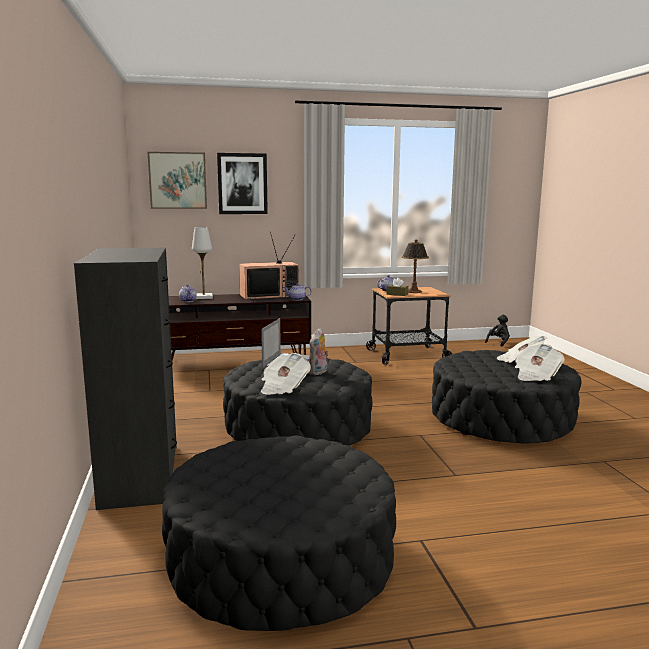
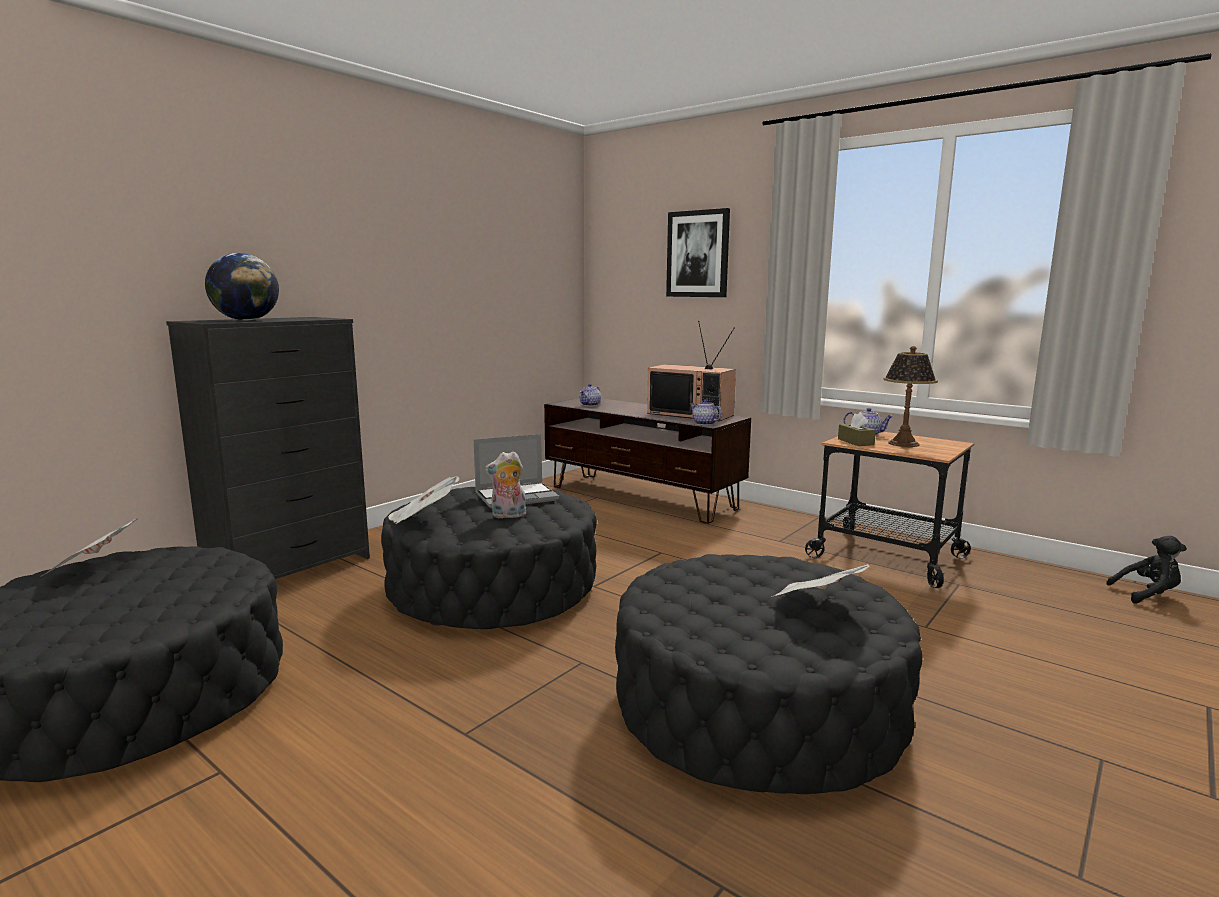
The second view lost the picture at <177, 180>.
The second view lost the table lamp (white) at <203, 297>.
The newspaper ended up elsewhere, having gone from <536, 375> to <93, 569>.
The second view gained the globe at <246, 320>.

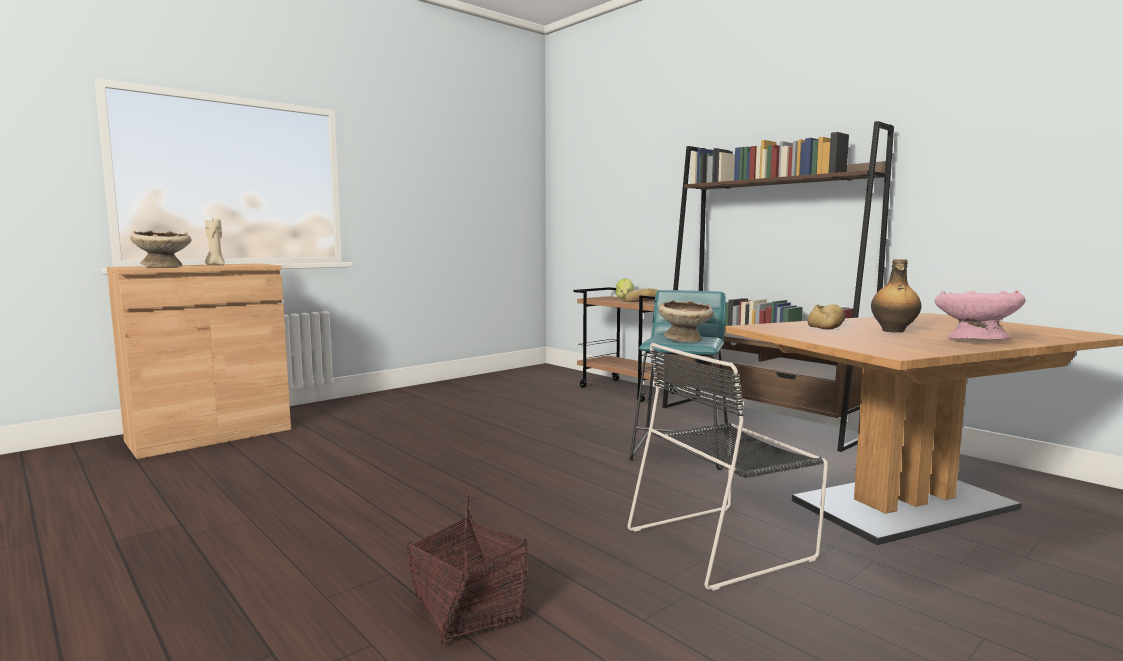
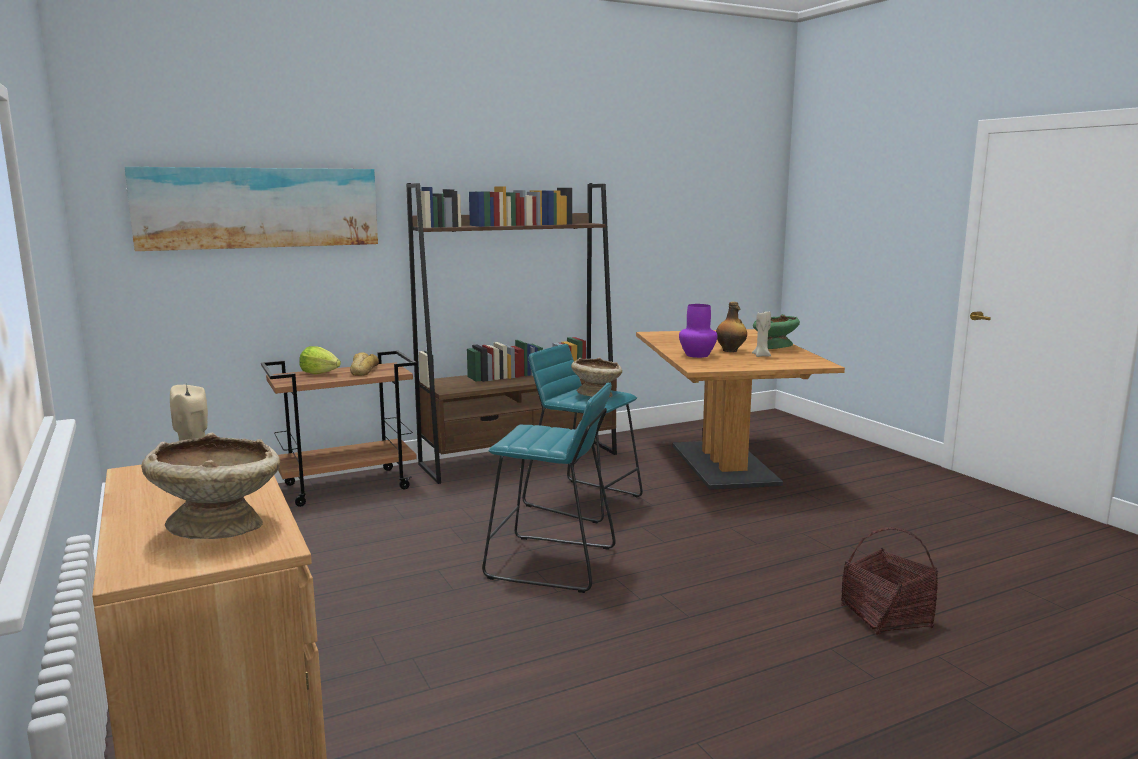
What was the bowl (pink) at <974, 340> turned into the bowl (green) at <774, 347>.
Where the bread stood at <829, 325>, the vase (purple) came to stand at <697, 355>.
The second view lost the chair (black) at <724, 543>.
The second view gained the picture at <259, 207>.
The second view gained the candle (beige) at <761, 356>.
The second view gained the stool (turquoise) at <551, 563>.

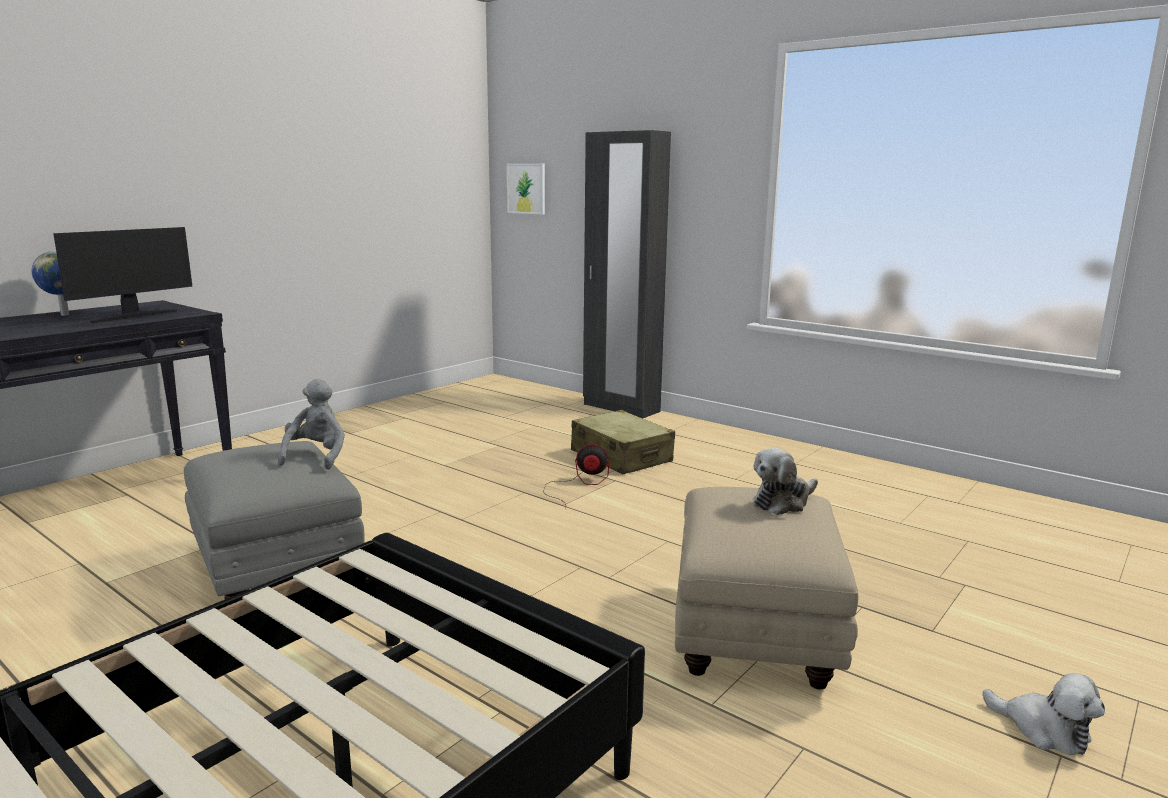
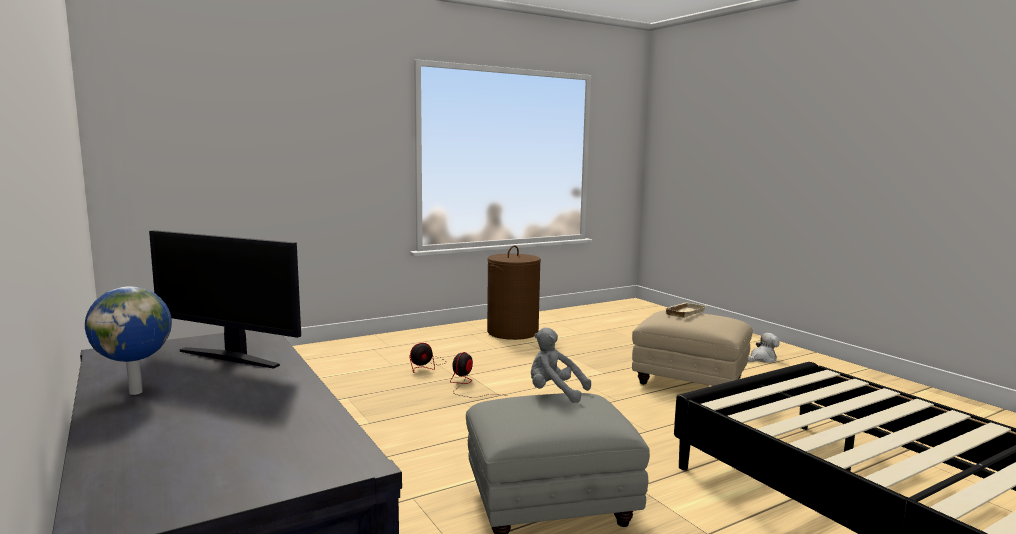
The second view lost the wardrobe (black) at <620, 408>.
The second view lost the picture at <526, 188>.
The monitor at <133, 316> ended up facing another way, 150 degrees clockwise from before.
Where the suitcase (beige) stood at <621, 457>, the fan came to stand at <425, 366>.
Where the plush toy stood at <783, 502>, the tray (beige) came to stand at <683, 312>.
The second view gained the laundry basket (brown) at <512, 332>.

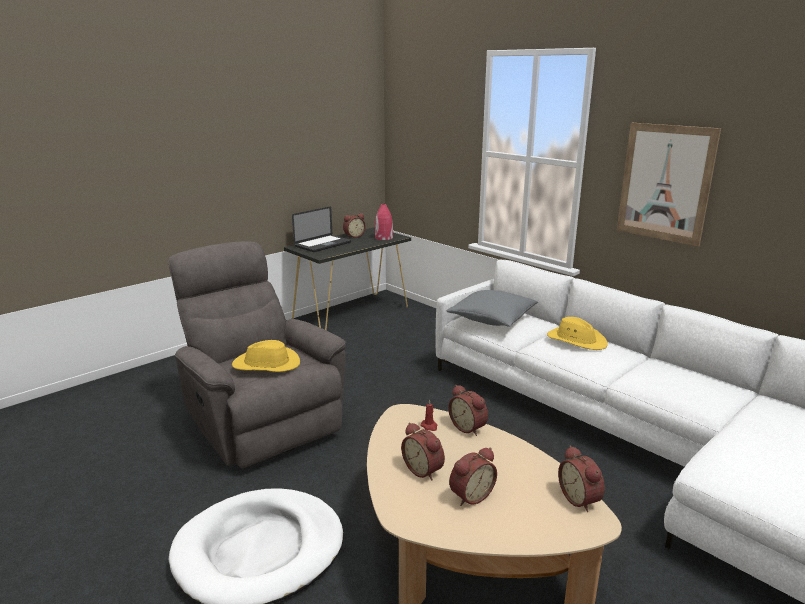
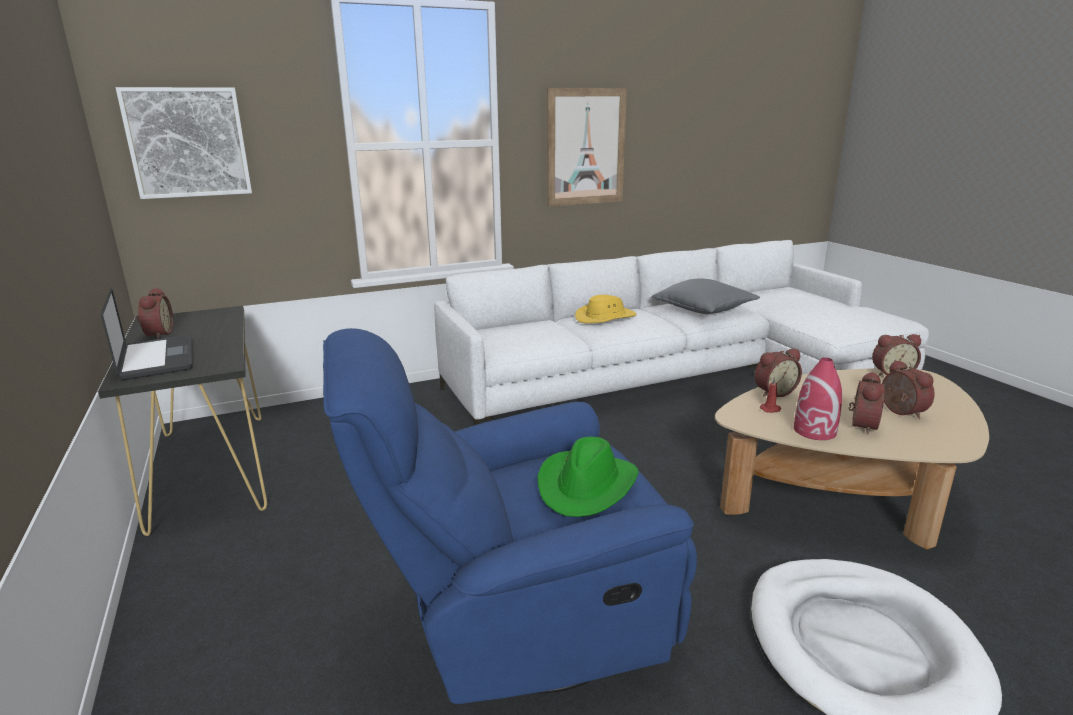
The vase (red) ended up elsewhere, having gone from <383, 238> to <815, 431>.
What was the armchair (grey) at <260, 421> turned into the armchair (blue) at <518, 618>.
The pillow (grey) ended up elsewhere, having gone from <492, 319> to <704, 309>.
What was the hat (yellow) at <266, 365> turned into the hat (green) at <587, 486>.
The alarm clock at <424, 470> ended up facing another way, 45 degrees counterclockwise from before.
The second view gained the picture at <188, 143>.

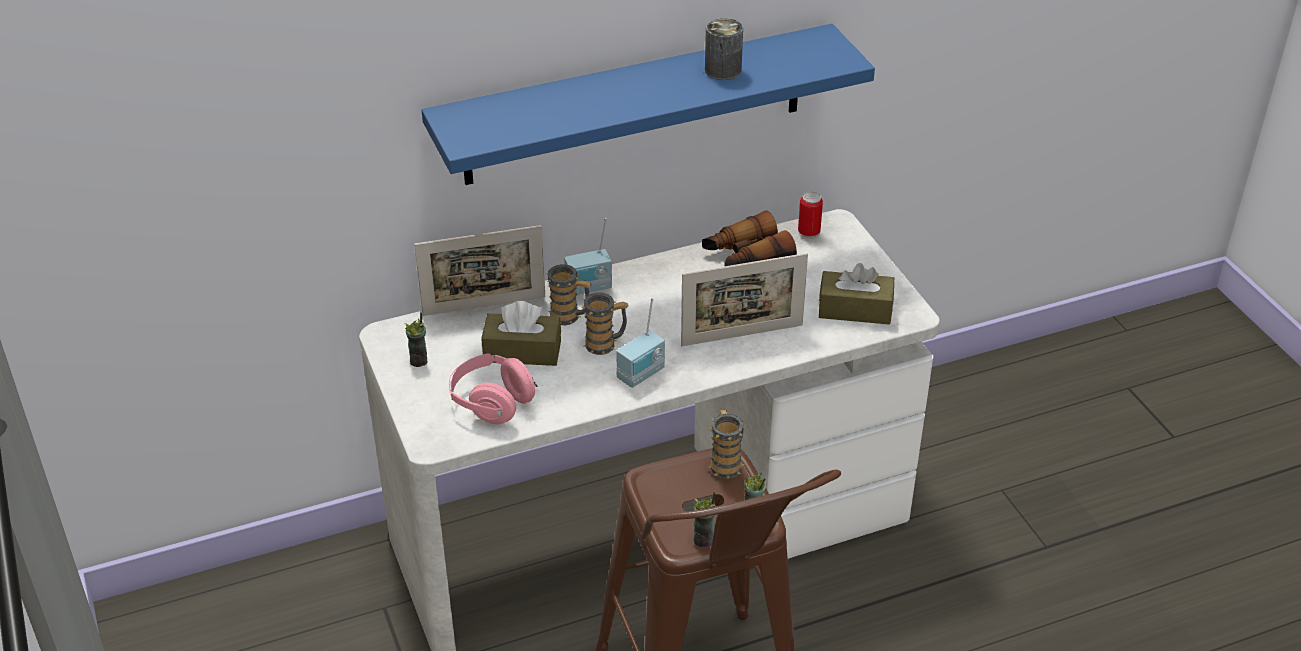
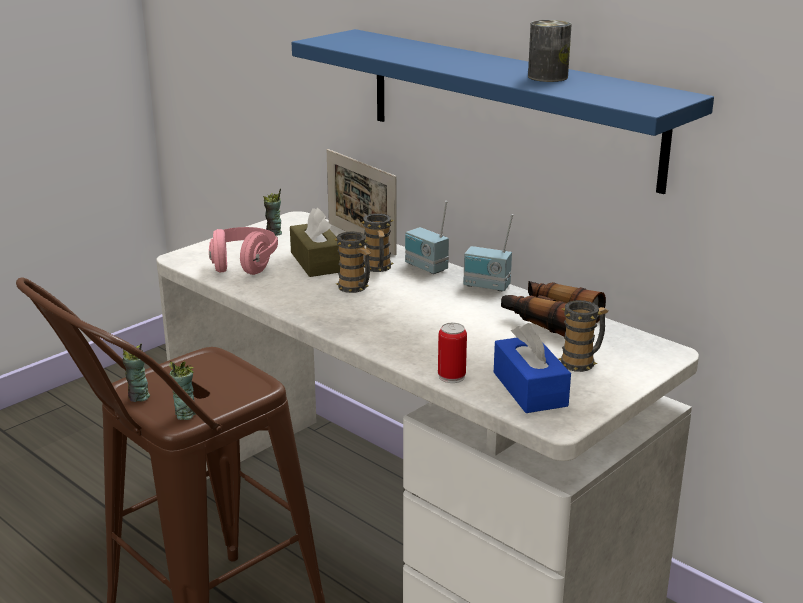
The can ended up elsewhere, having gone from <809, 232> to <451, 376>.
The second view lost the picture frame at <742, 335>.
What was the tissue box (brown) at <855, 309> turned into the tissue box (blue) at <529, 389>.
The radio ended up elsewhere, having gone from <642, 375> to <486, 286>.
The mug ended up elsewhere, having gone from <725, 463> to <582, 362>.

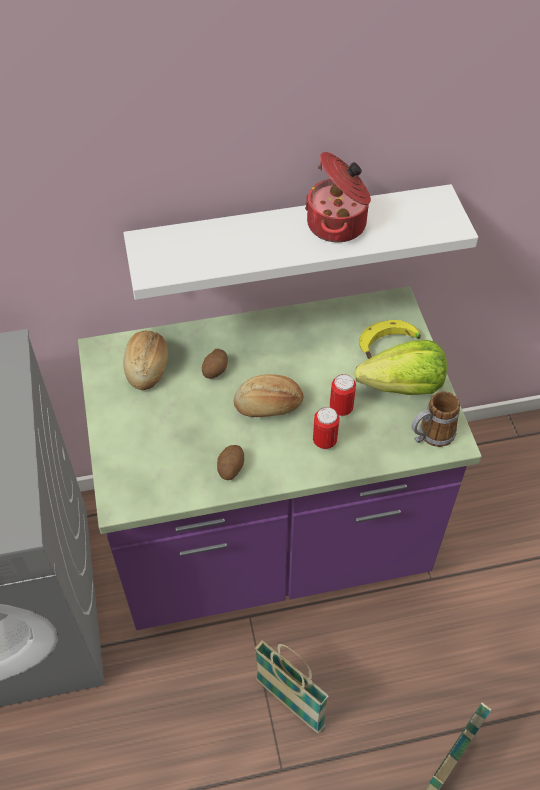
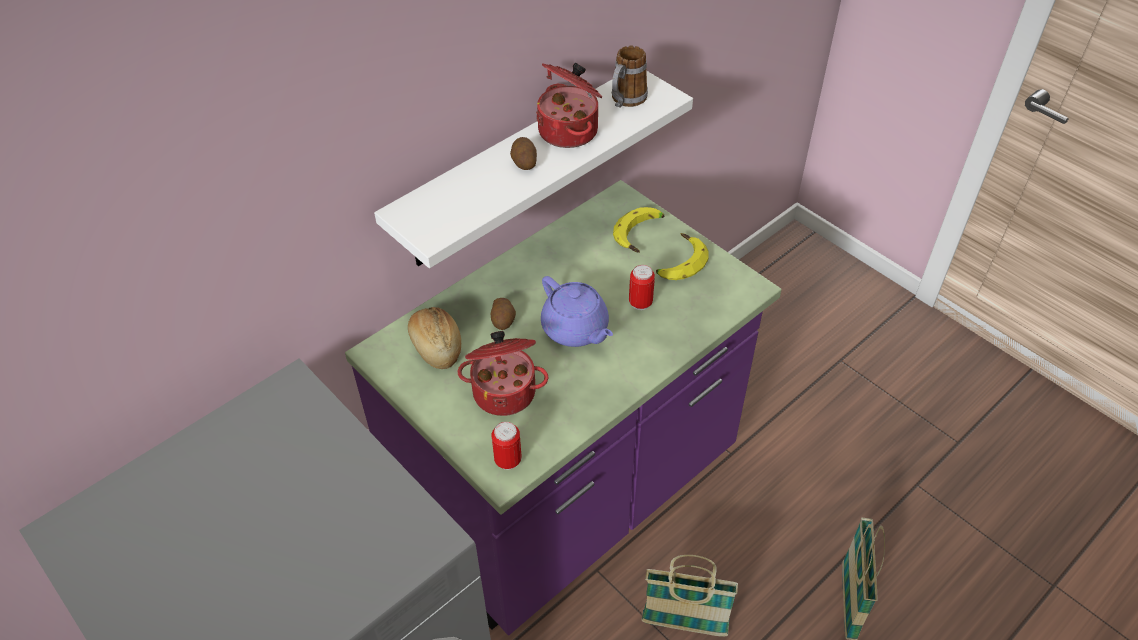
Where the lettuce stood at <403, 387>, the banana came to stand at <678, 262>.
Where the bread stood at <268, 406>, the teapot (purple) came to stand at <576, 329>.
The mug ended up elsewhere, having gone from <430, 436> to <625, 101>.
The can ended up elsewhere, having gone from <324, 441> to <508, 460>.
The potato ended up elsewhere, having gone from <230, 467> to <524, 162>.
The second view gained the cooking pot at <504, 391>.

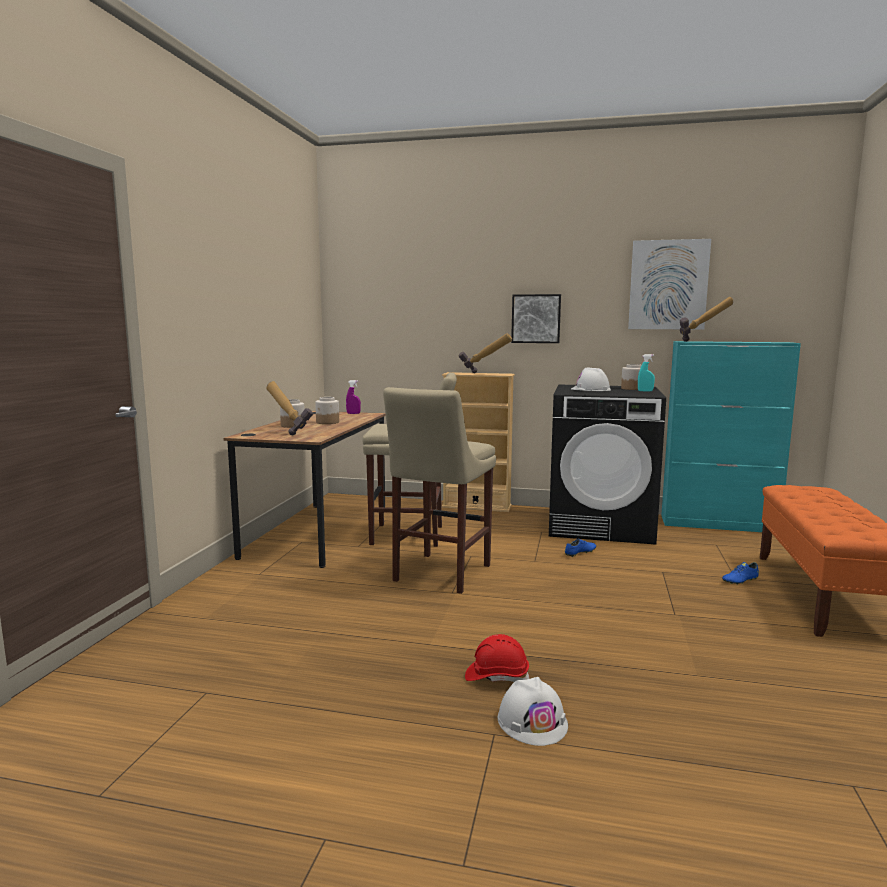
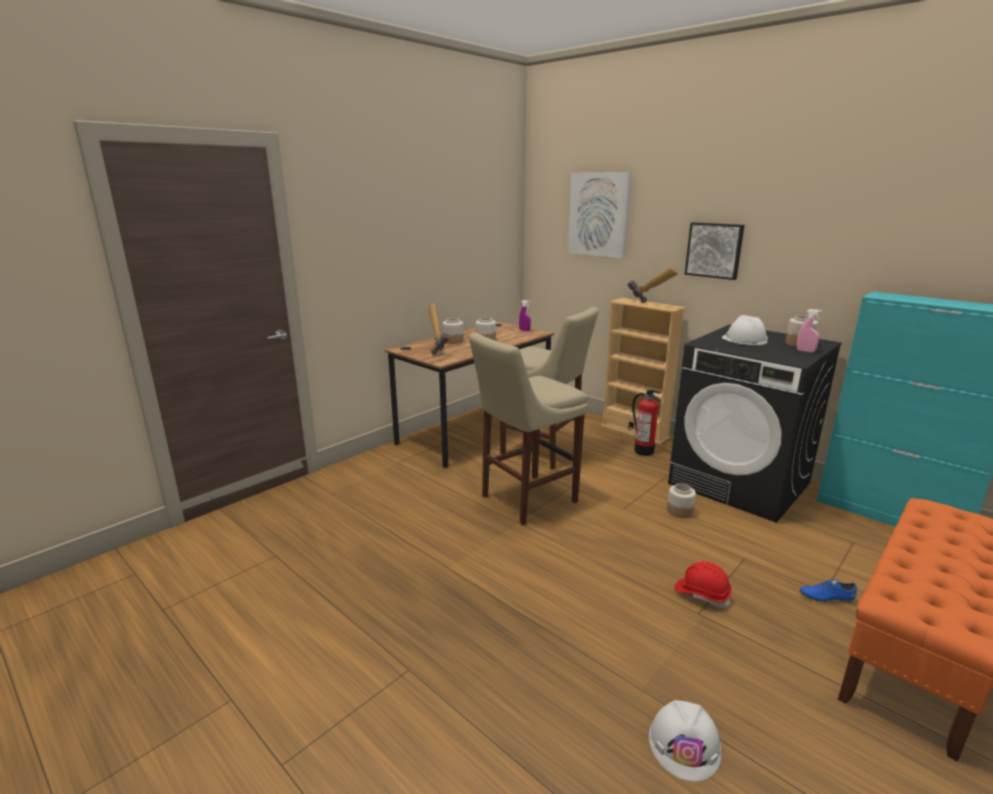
The picture ended up elsewhere, having gone from <668, 285> to <599, 214>.
The second view lost the hammer at <704, 341>.
What was the spray bottle (turquoise) at <645, 391> turned into the spray bottle (pink) at <805, 351>.
Where the shoe (blue) stood at <580, 553>, the jar came to stand at <679, 511>.
The hard hat (red) ended up elsewhere, having gone from <496, 676> to <702, 594>.
The hard hat (white) ended up elsewhere, having gone from <532, 721> to <684, 744>.
The second view gained the fire extinguisher at <644, 451>.

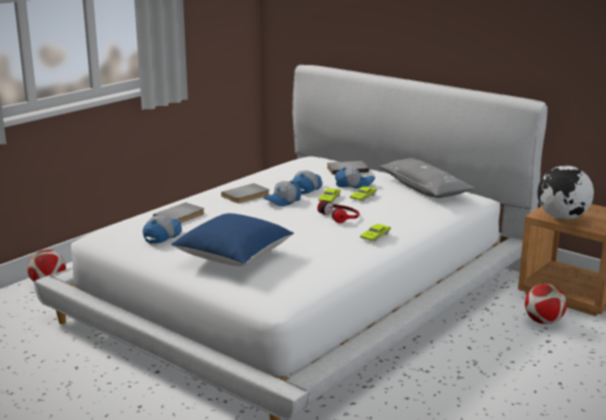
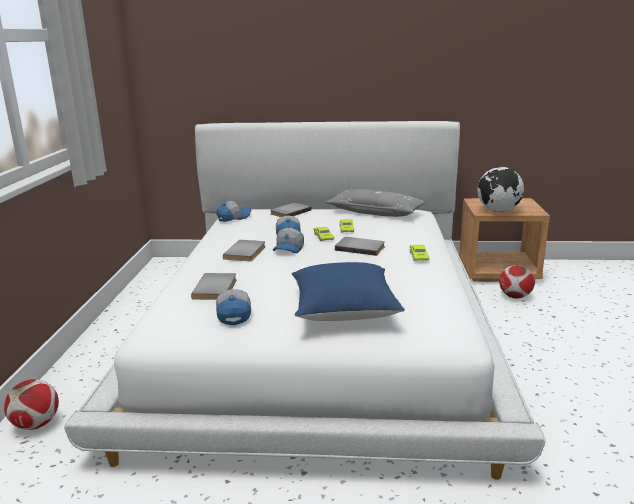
The cap ended up elsewhere, having gone from <354, 185> to <233, 217>.
Where the headphones stood at <340, 215>, the book (grey) came to stand at <360, 247>.

